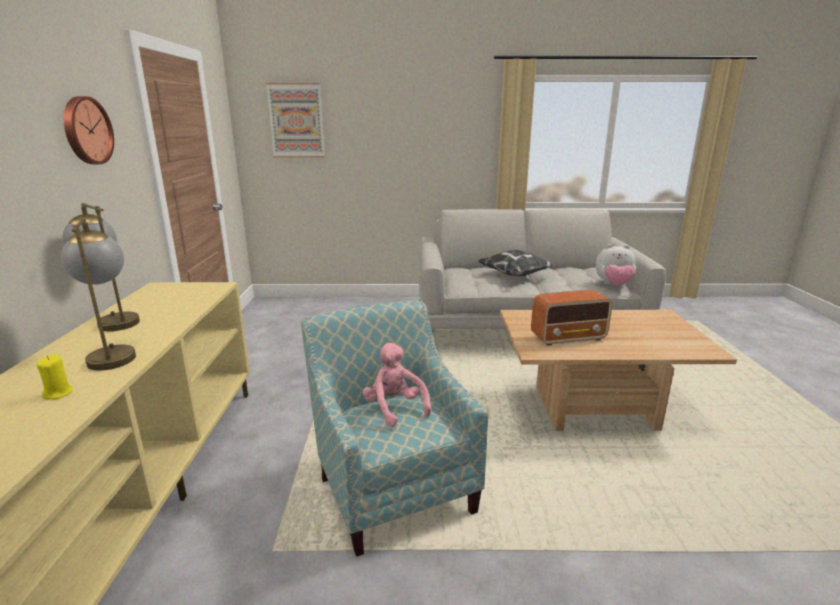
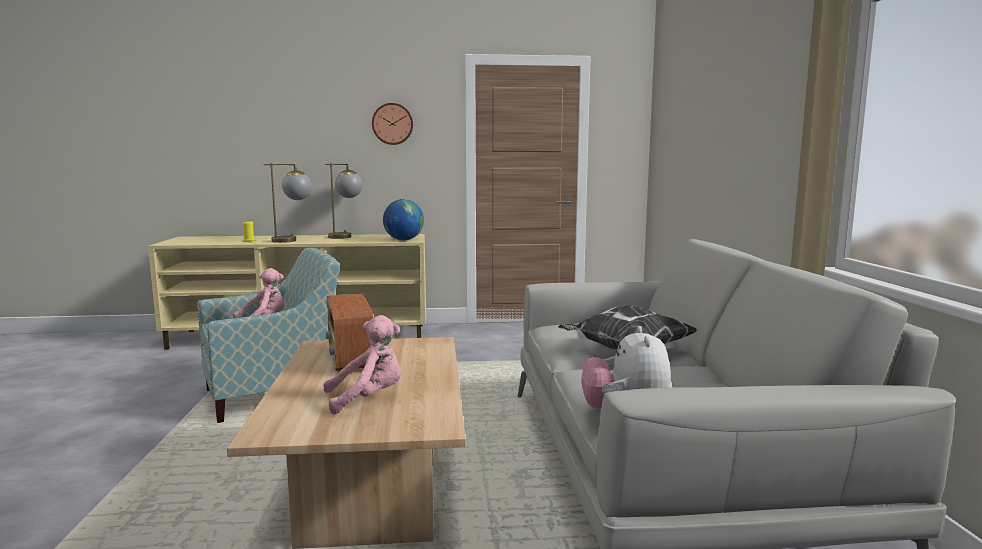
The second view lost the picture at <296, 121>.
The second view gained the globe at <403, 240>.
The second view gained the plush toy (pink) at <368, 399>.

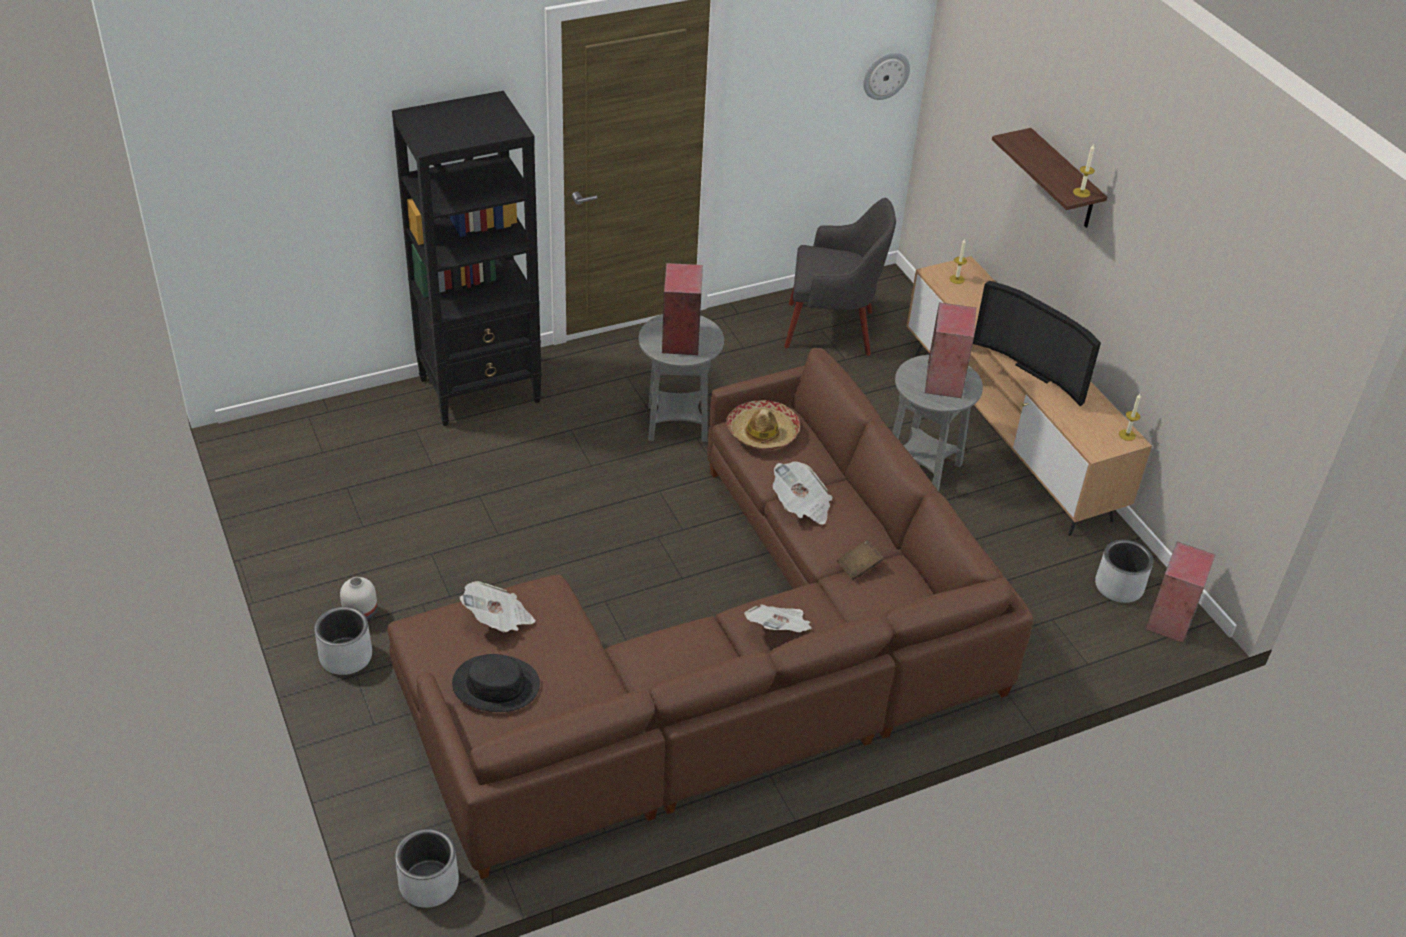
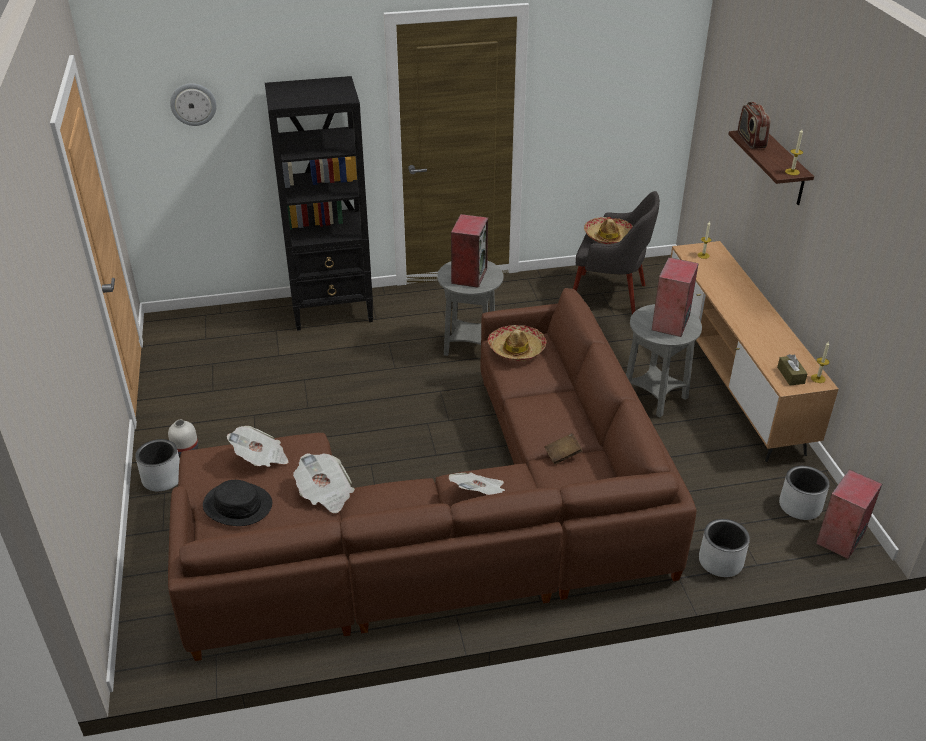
The wall clock ended up elsewhere, having gone from <885, 75> to <193, 104>.
The second view lost the television at <1037, 369>.
The newspaper ended up elsewhere, having gone from <801, 505> to <325, 494>.
The planter (grey) ended up elsewhere, having gone from <428, 884> to <720, 562>.
The second view gained the radio at <750, 140>.
The second view gained the hat at <608, 236>.
The second view gained the tissue box (brown) at <790, 375>.

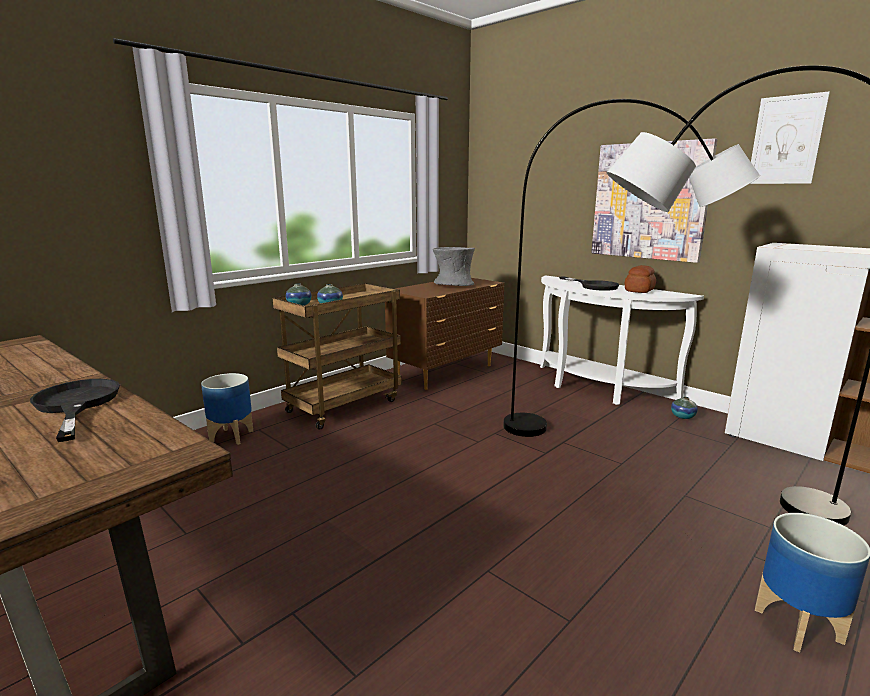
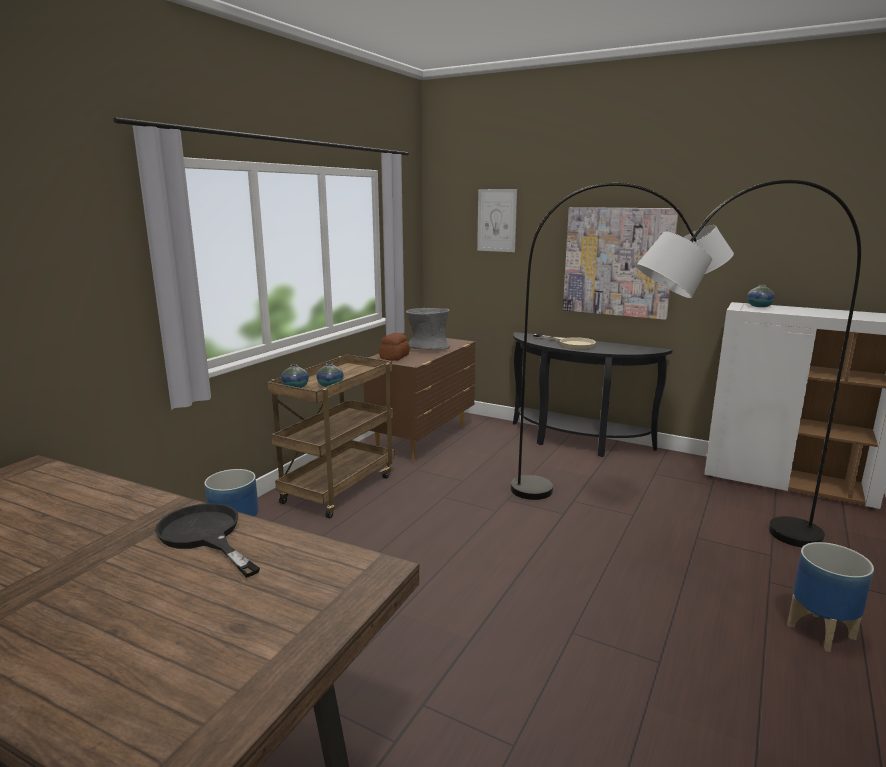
The picture ended up elsewhere, having gone from <786, 140> to <496, 220>.
The bread ended up elsewhere, having gone from <640, 290> to <395, 357>.
What was the console table (white) at <596, 389> turned into the console table (black) at <575, 442>.
What was the frying pan (black) at <594, 286> turned into the frying pan (beige) at <571, 343>.
The vase ended up elsewhere, having gone from <683, 416> to <759, 306>.

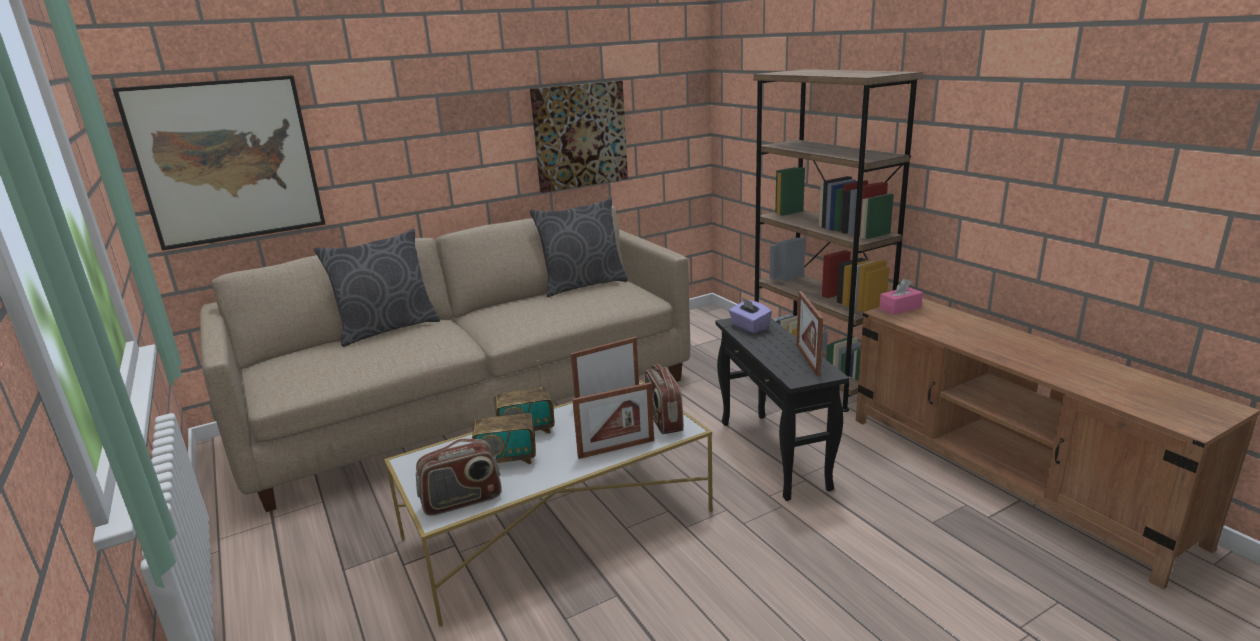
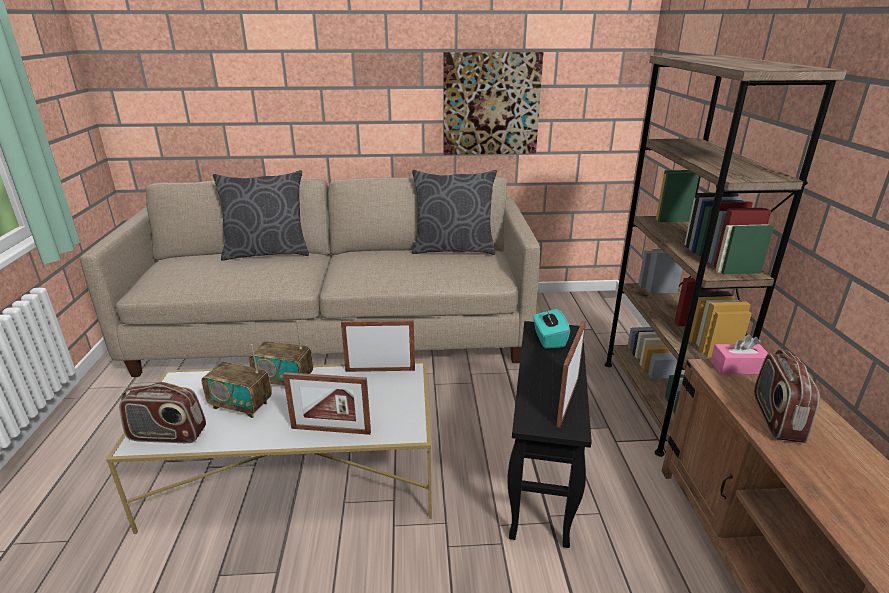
The second view lost the picture at <227, 161>.
What was the tissue box (purple) at <749, 327> turned into the tissue box (turquoise) at <549, 339>.
The radio ended up elsewhere, having gone from <663, 419> to <776, 418>.

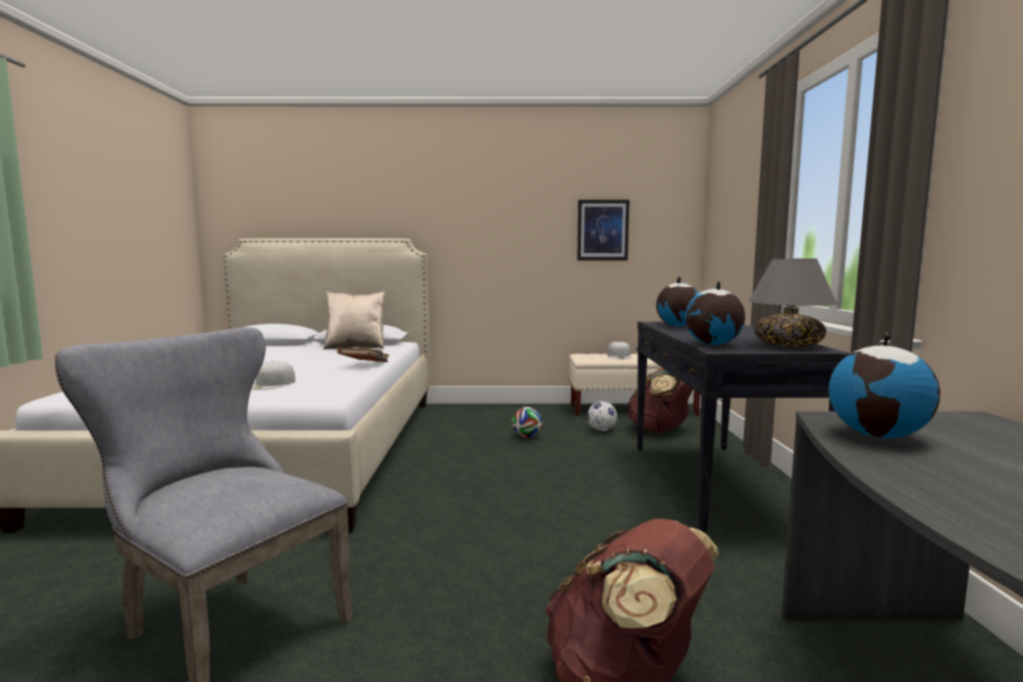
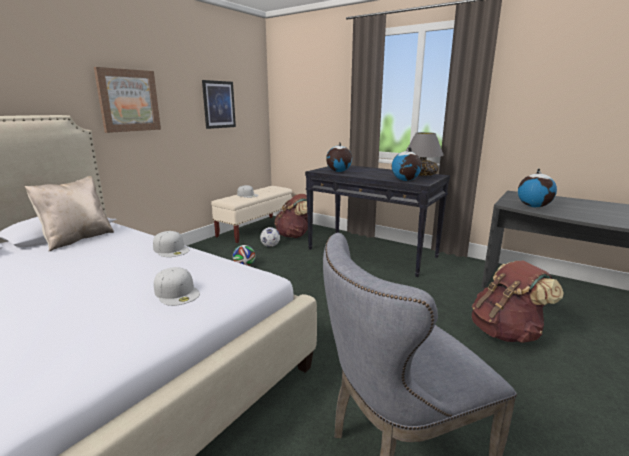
Where the book (brown) stood at <365, 365>, the cap (white) came to stand at <171, 249>.
The second view gained the picture at <128, 100>.

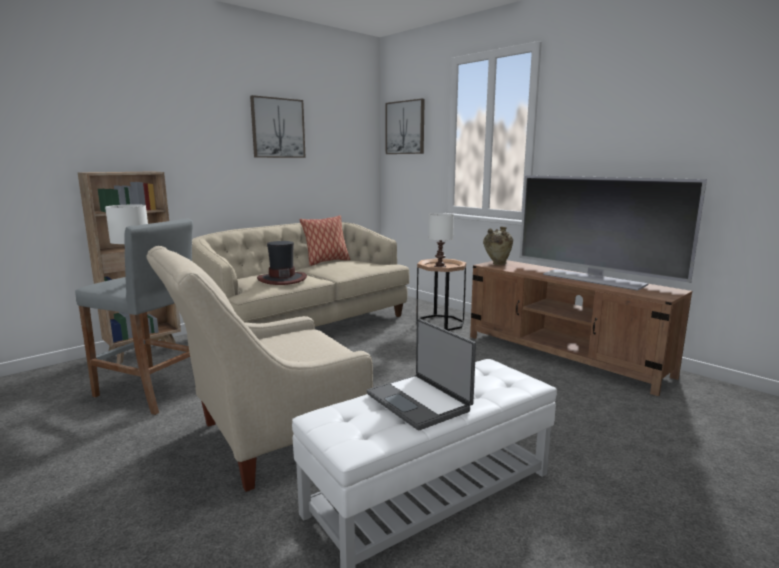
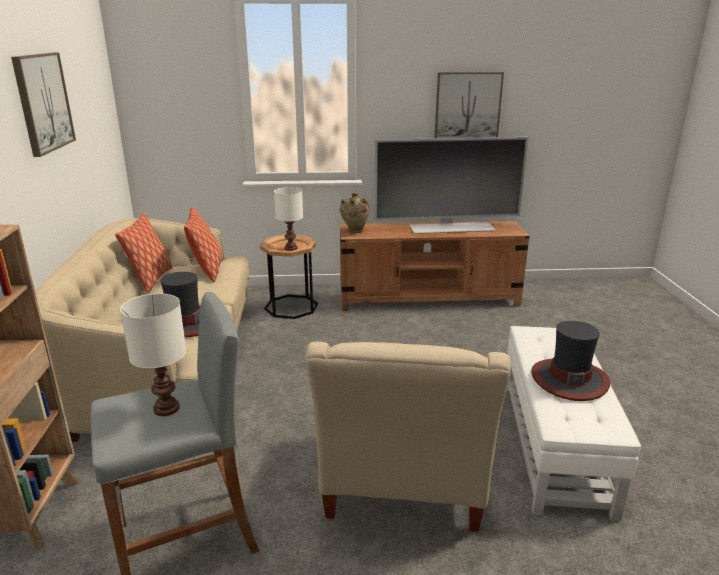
The picture ended up elsewhere, having gone from <405, 127> to <467, 106>.
Where the laptop stood at <420, 402>, the hat came to stand at <569, 379>.
The second view gained the pillow at <207, 271>.

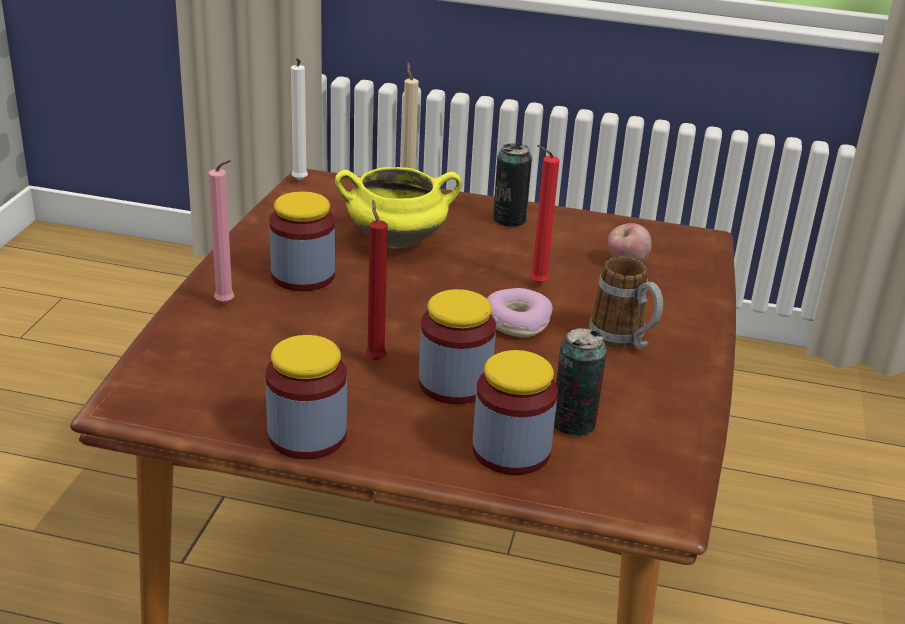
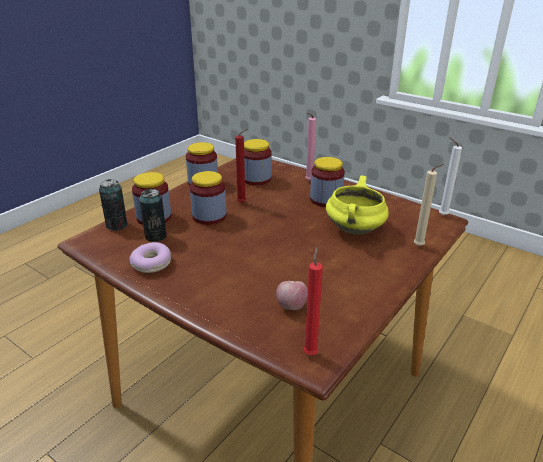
The can ended up elsewhere, having gone from <509, 219> to <117, 225>.
The candle (red) ended up elsewhere, having gone from <535, 284> to <310, 352>.
The second view lost the mug at <624, 340>.
The donut ended up elsewhere, having gone from <516, 322> to <152, 264>.
The second view gained the jar at <256, 179>.

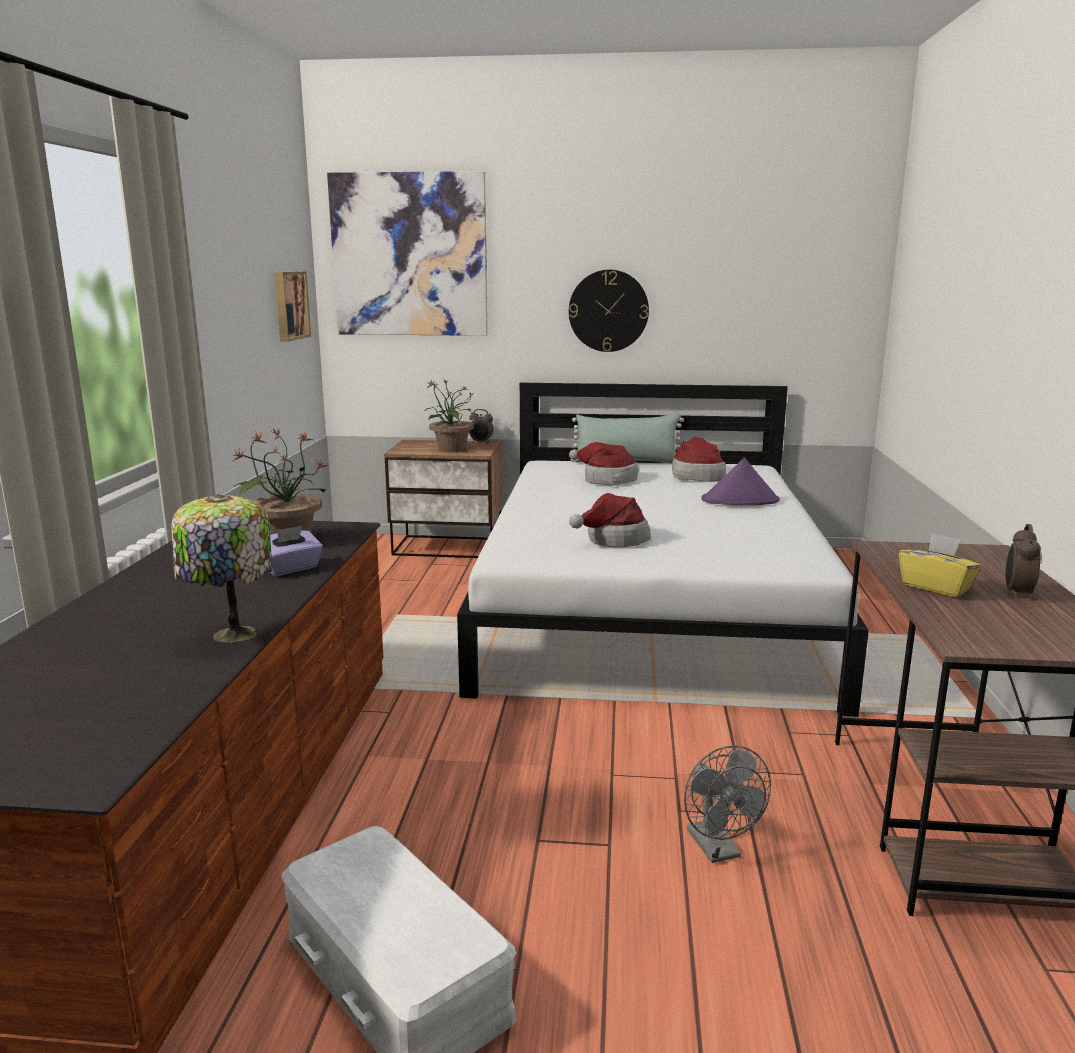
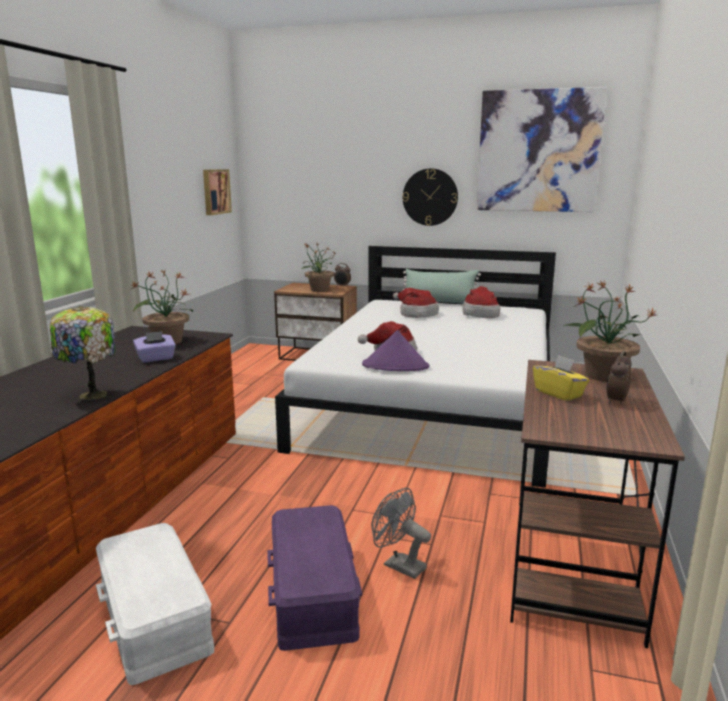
The picture ended up elsewhere, having gone from <409, 255> to <538, 151>.
The hat (purple) ended up elsewhere, having gone from <740, 501> to <395, 366>.
The fan (grey) at <718, 850> ended up facing another way, 135 degrees clockwise from before.
The second view gained the potted plant at <602, 375>.
The second view gained the storage box (purple) at <314, 591>.

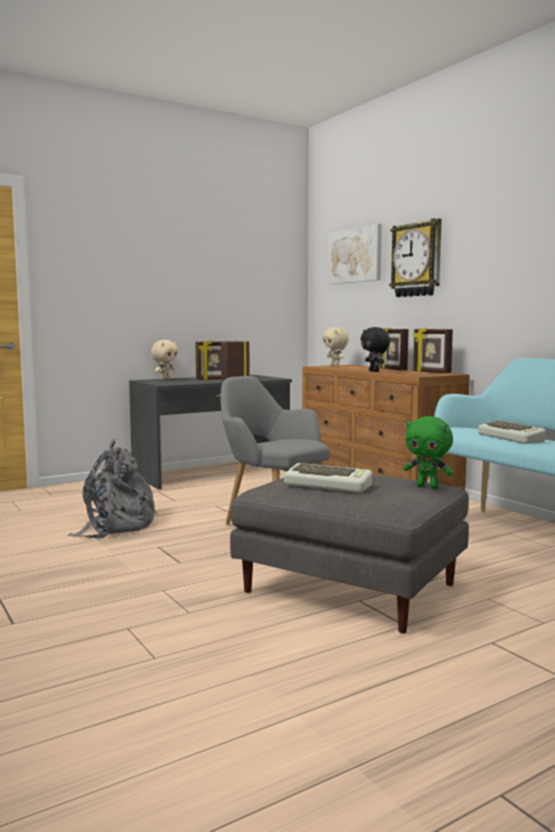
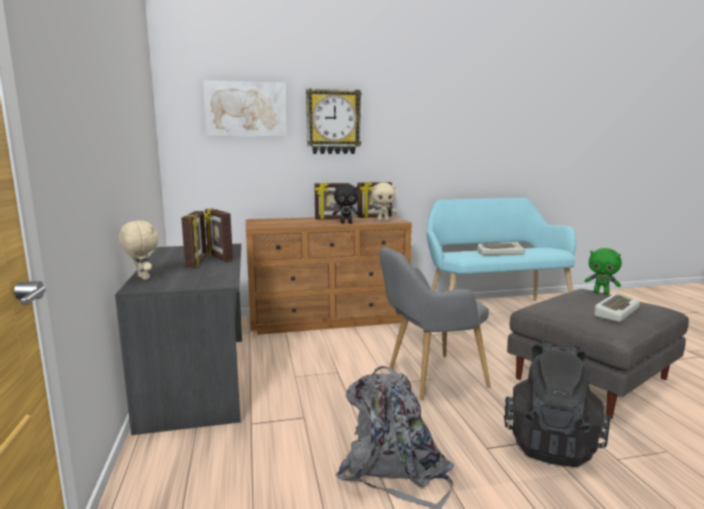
The plush toy (beige) ended up elsewhere, having gone from <335, 366> to <383, 220>.
The plush toy (green) at <428, 487> ended up facing another way, 75 degrees clockwise from before.
The second view gained the backpack (black) at <551, 443>.

